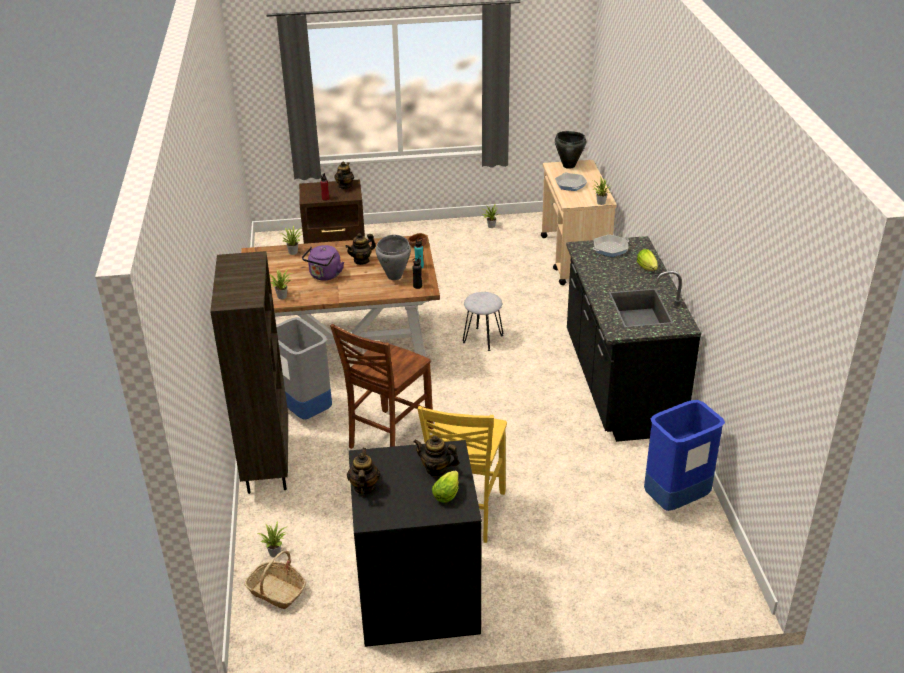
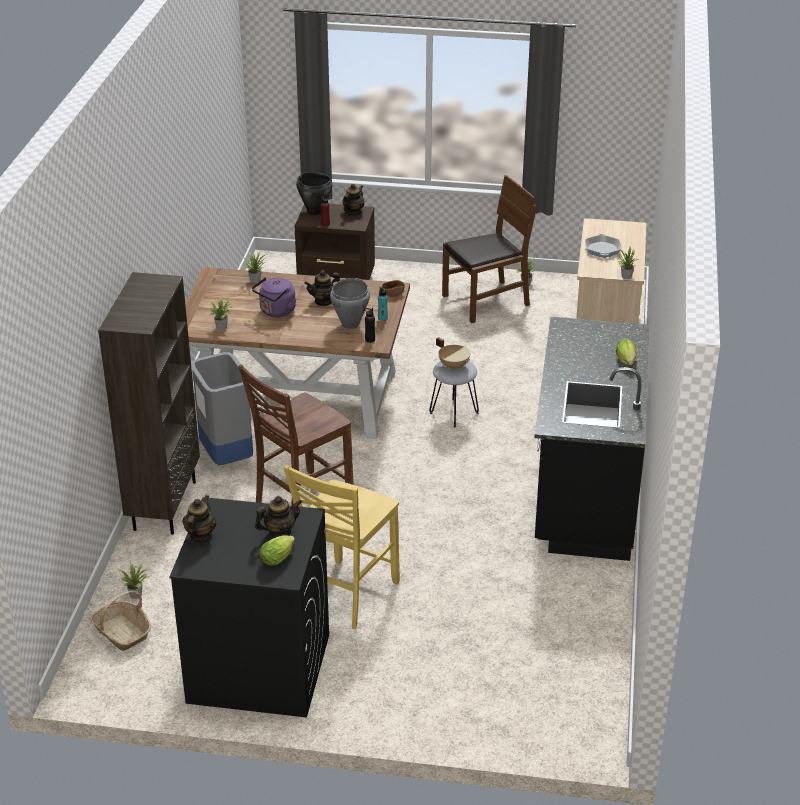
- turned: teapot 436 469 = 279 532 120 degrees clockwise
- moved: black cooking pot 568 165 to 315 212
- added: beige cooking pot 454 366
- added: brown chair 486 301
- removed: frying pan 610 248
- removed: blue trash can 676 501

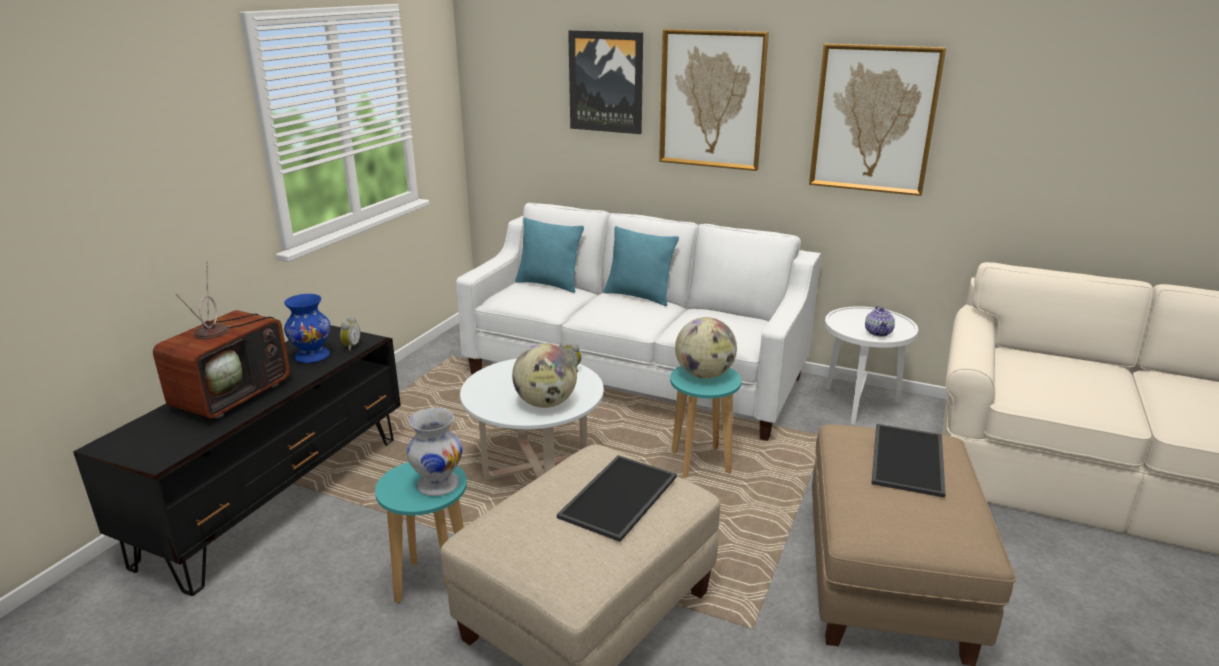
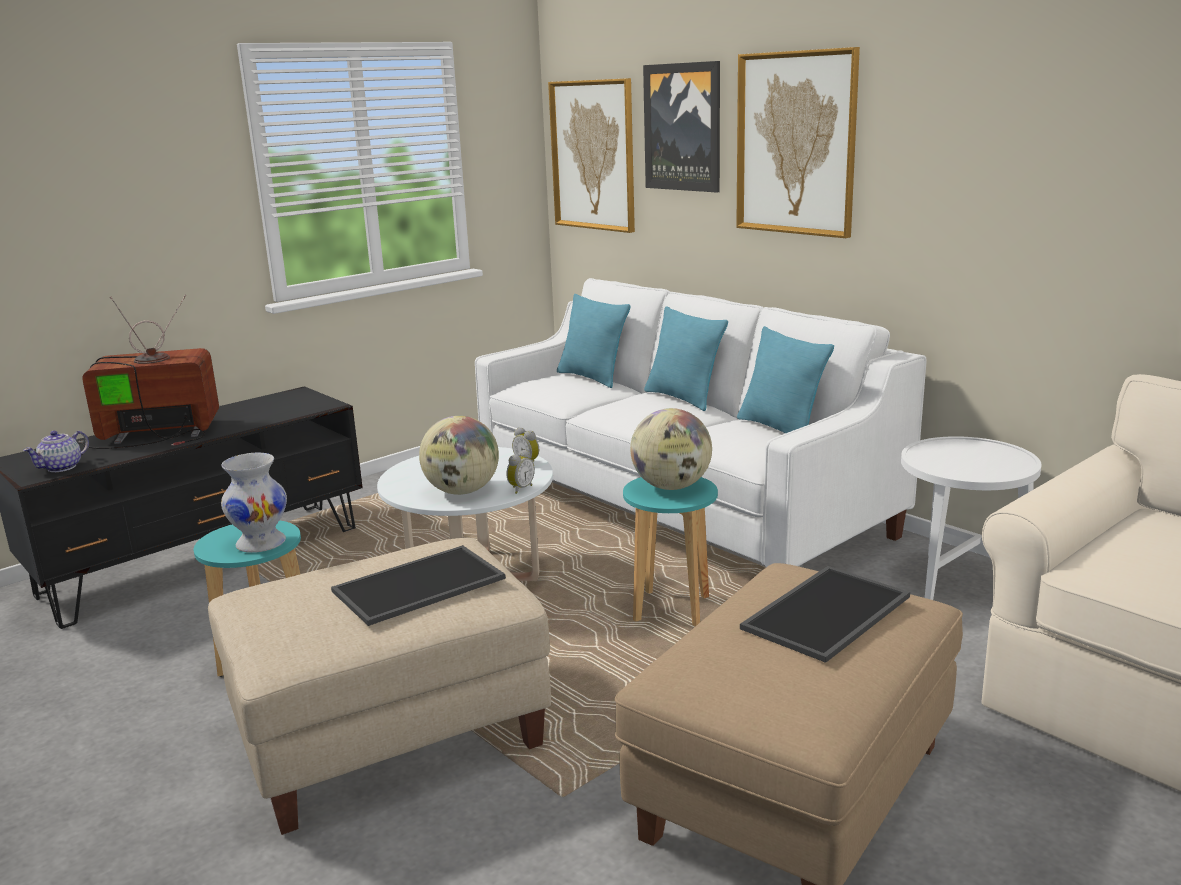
- moved: teapot 878 332 to 62 467
- turned: television 233 394 = 156 434 150 degrees counterclockwise
- moved: alarm clock 350 346 to 520 489
- moved: picture 874 119 to 593 155
- added: turquoise pillow 780 428
- removed: blue vase 312 357

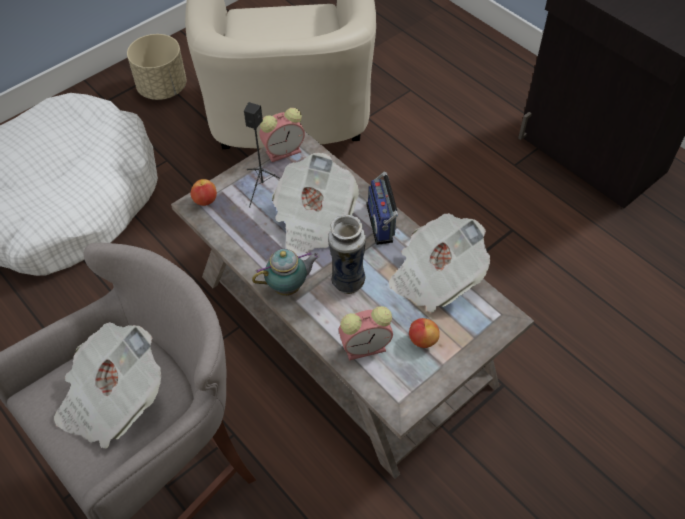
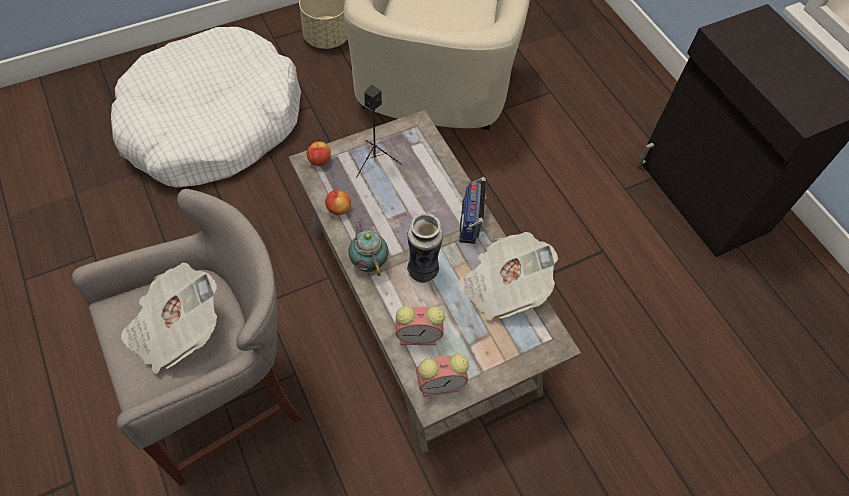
- moved: apple 422 340 to 338 209
- turned: teapot 289 287 = 368 261 105 degrees counterclockwise
- moved: alarm clock 284 151 to 441 384
- removed: newspaper 314 220

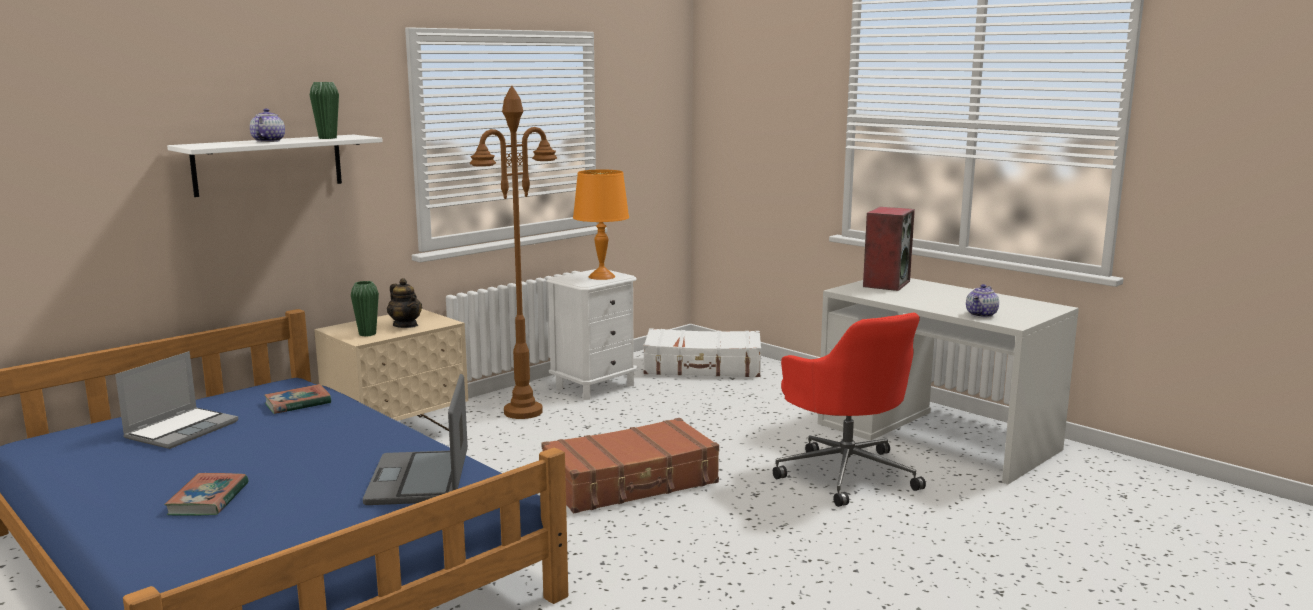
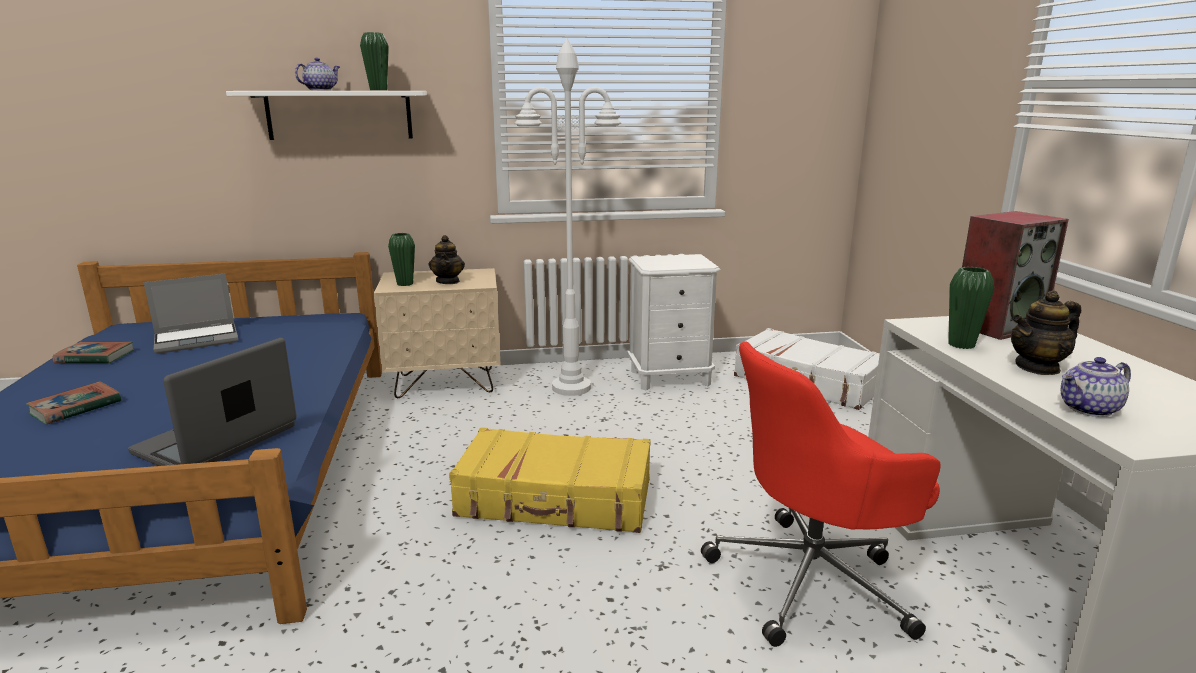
- moved: book 298 403 to 95 357
- recoloured: brown suitcase 631 482 to yellow suitcase 555 499
- recoloured: brown floor lamp 523 412 to white floor lamp 572 387
- turned: red office chair 846 473 = 813 580 60 degrees clockwise
- added: green vase 961 345
- added: teapot 1037 367
- removed: orange table lamp 602 276

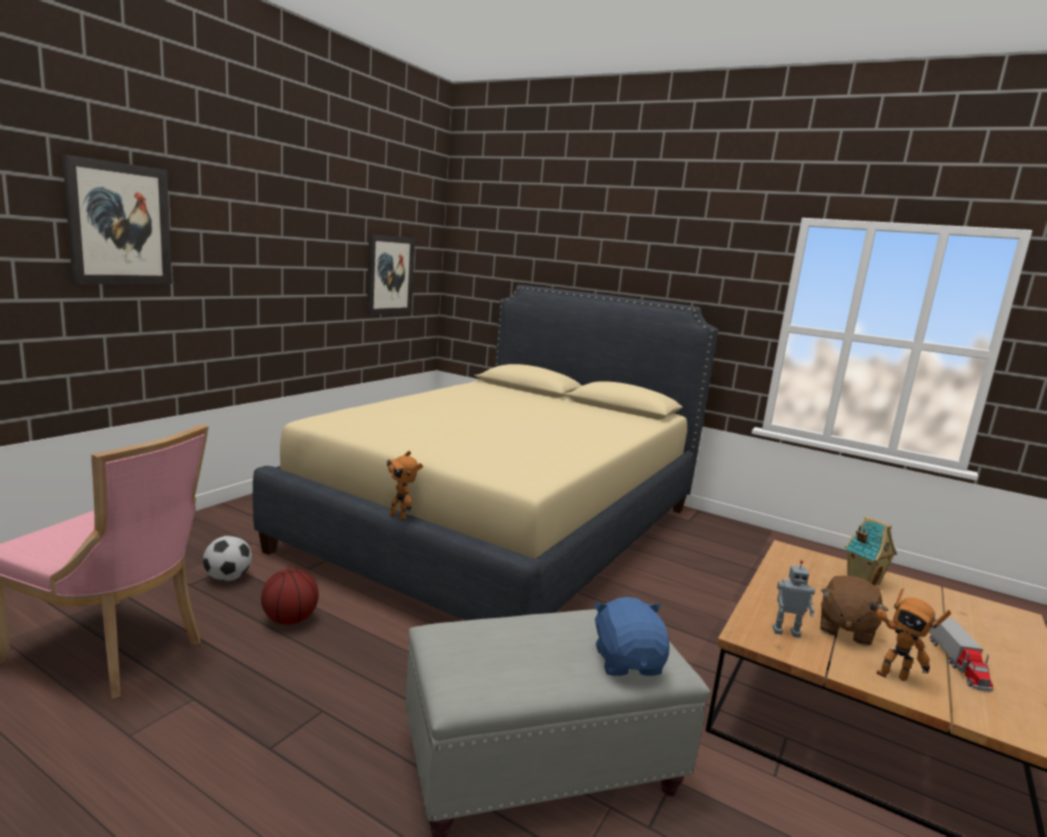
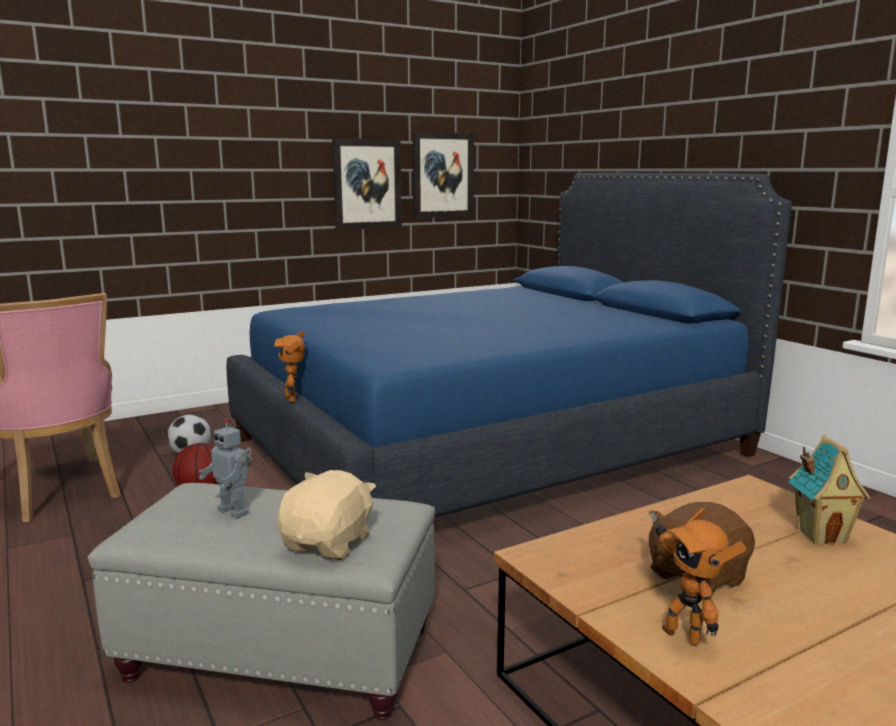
- moved: toy robot 786 631 to 235 511
- recoloured: beige bed 502 528 to blue bed 492 447
- recoloured: blue plush toy 628 662 to beige plush toy 329 544
- moved: picture 120 224 to 367 184
- removed: toy truck 958 664

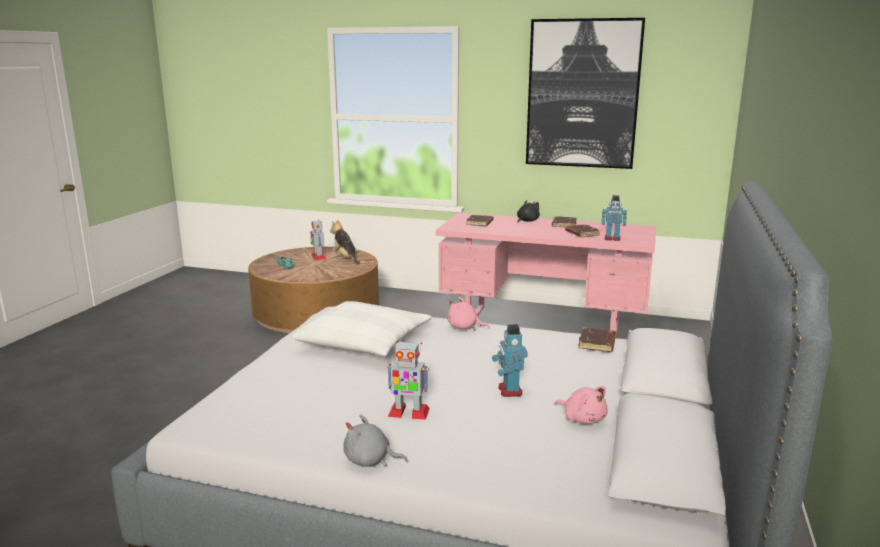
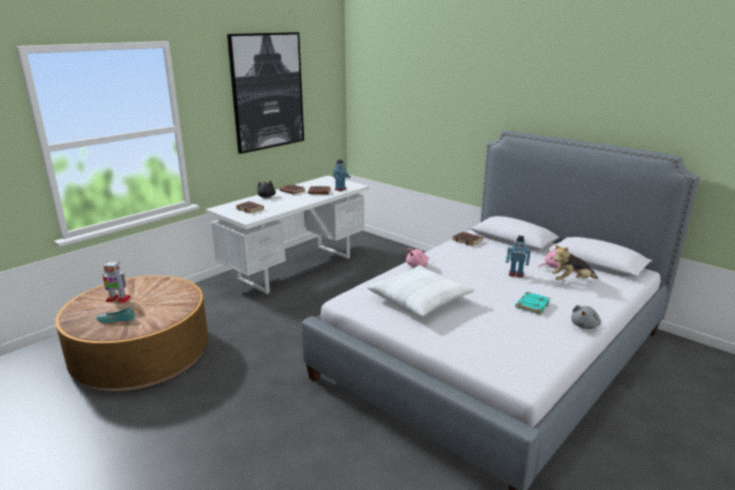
- recoloured: pink desk 543 324 to white desk 296 267
- replaced: toy robot 408 412 to turquoise book 532 305
- moved: plush toy 346 258 to 571 281

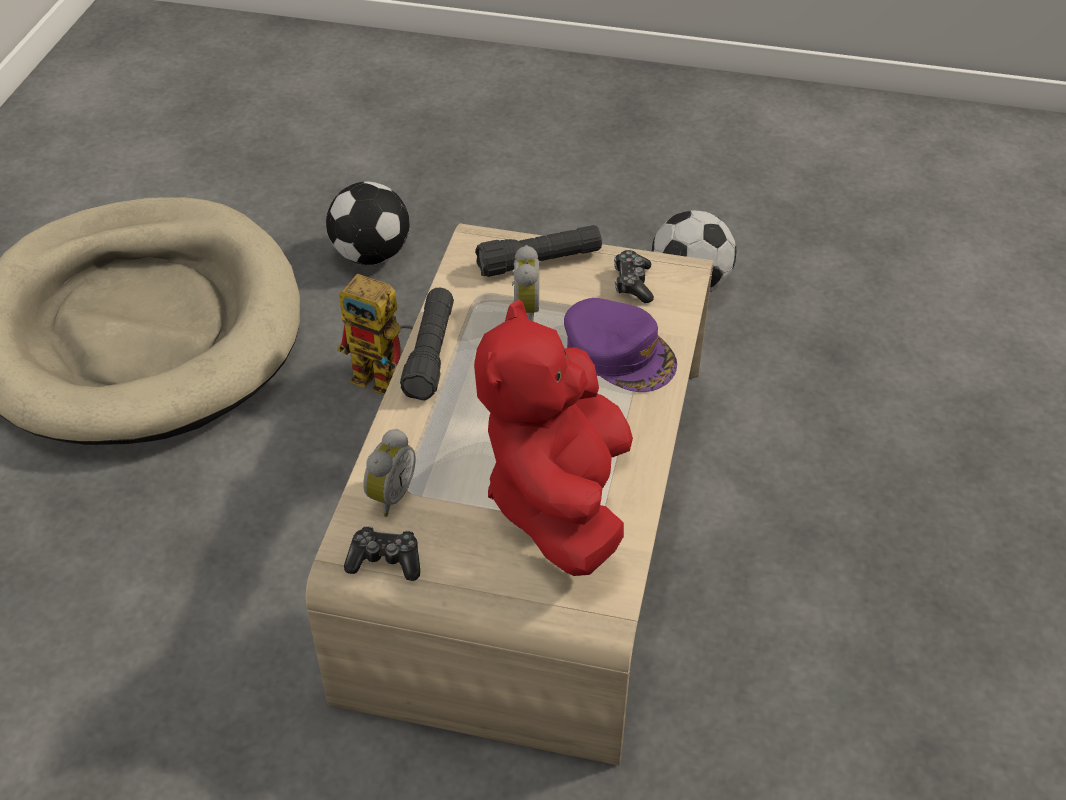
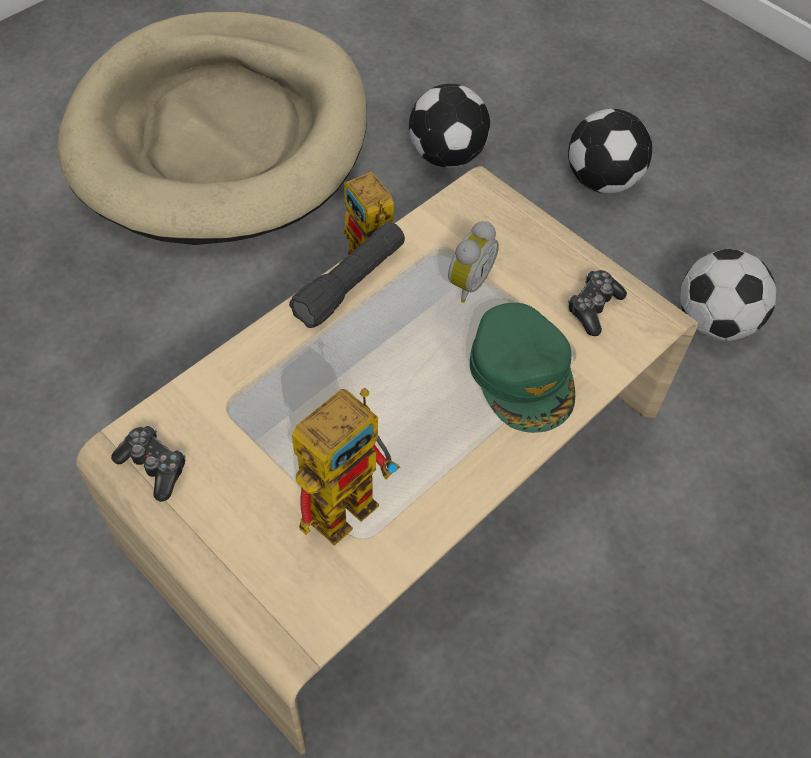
- replaced: red plush toy 559 500 to toy robot 348 496
- recoloured: purple cap 619 353 to green cap 523 374
- added: football 601 180
- removed: alarm clock 389 495
- removed: black flashlight 539 262

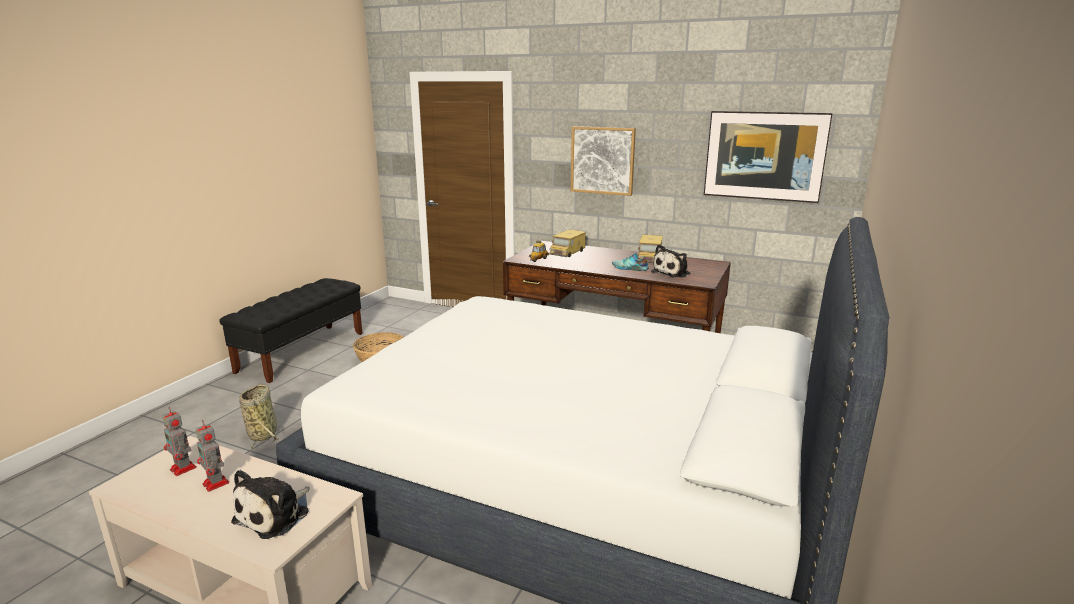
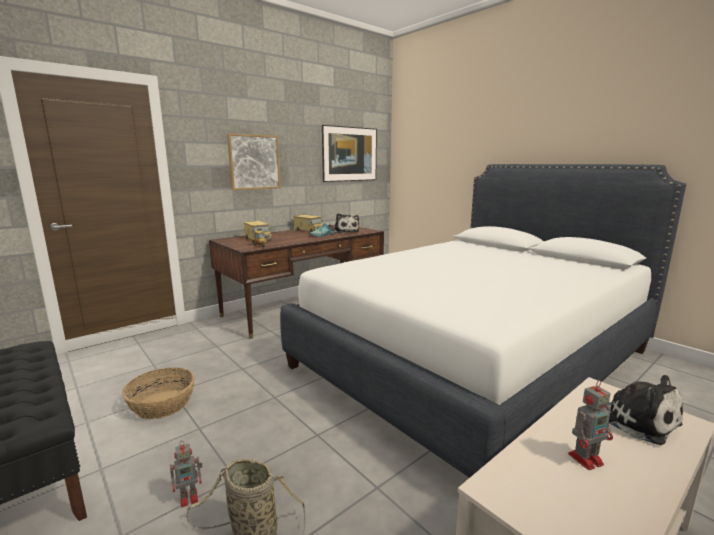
- moved: toy robot 183 469 to 190 497

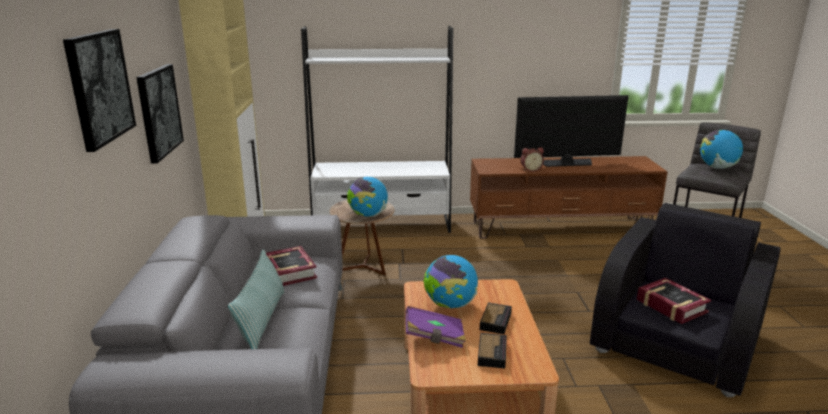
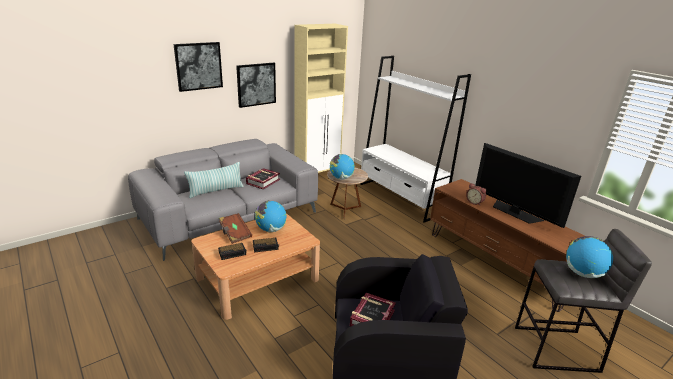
- recoloured: purple book 434 338 to brown book 235 234

